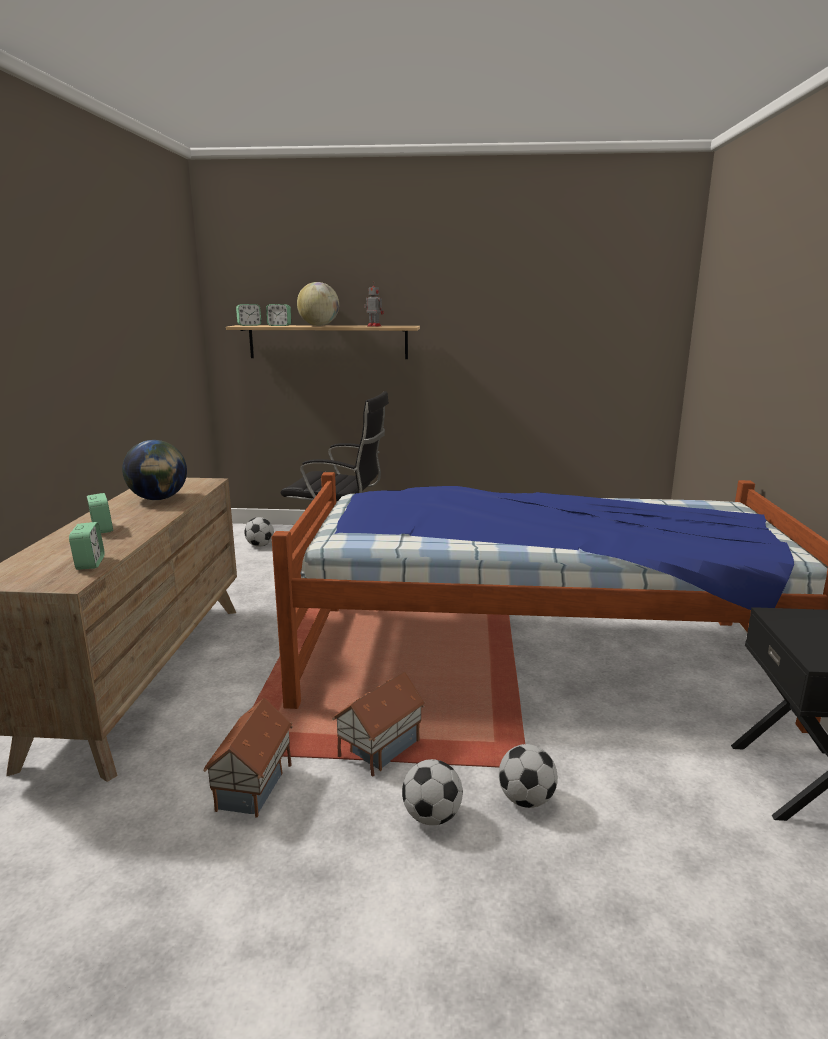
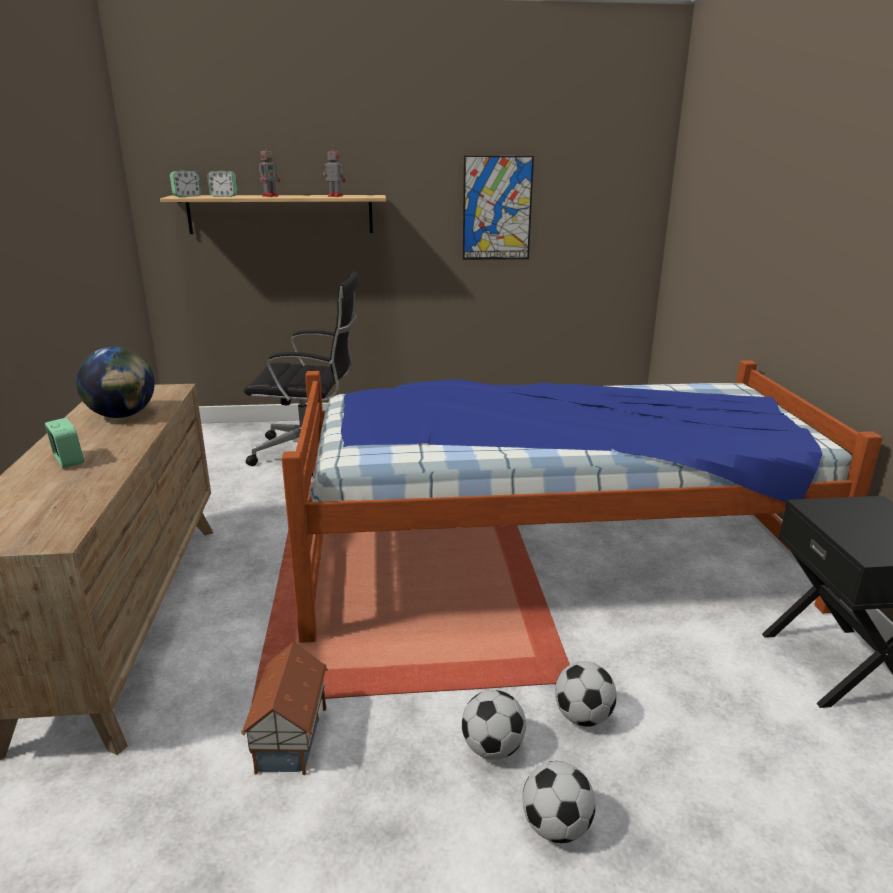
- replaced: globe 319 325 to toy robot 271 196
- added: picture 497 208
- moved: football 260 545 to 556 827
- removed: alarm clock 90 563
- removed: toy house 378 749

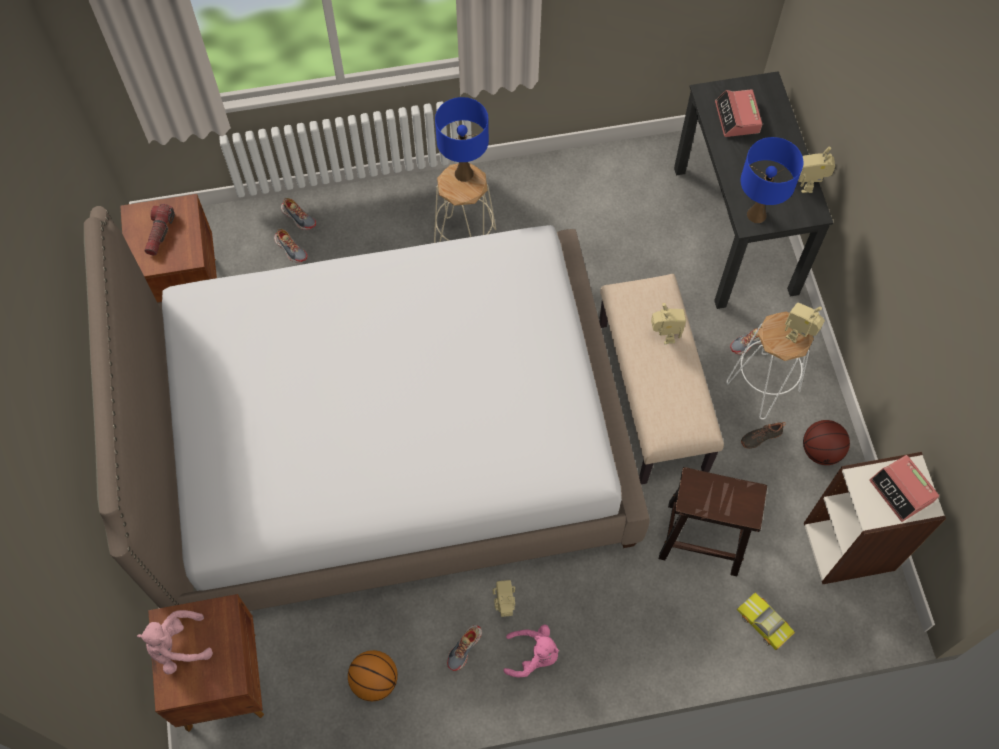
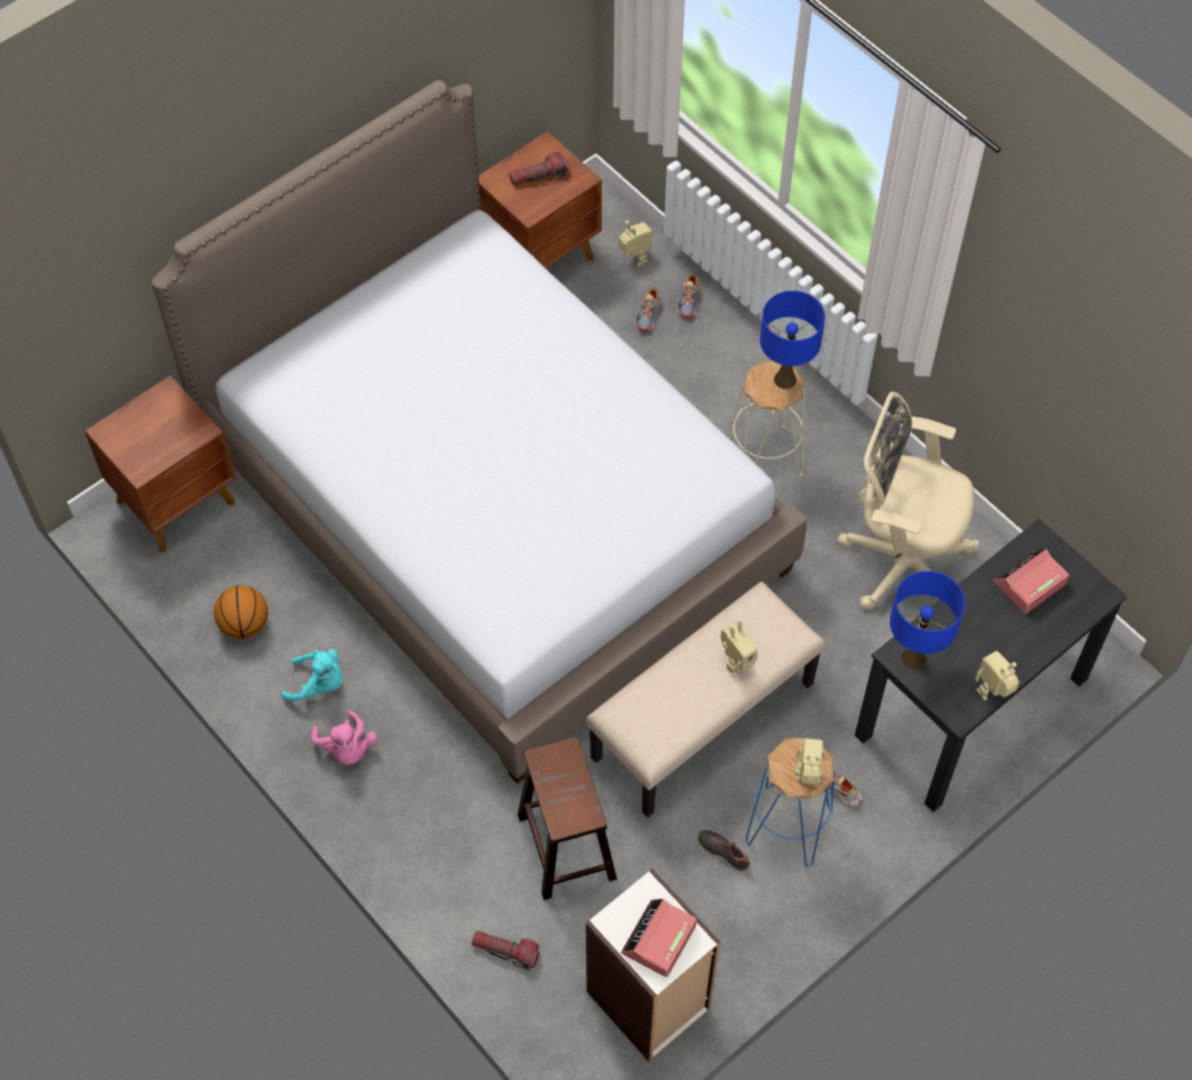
- replaced: shoe 464 648 to turquoise plush toy 319 684
- replaced: toy car 764 623 to flashlight 506 951
- moved: toy robot 505 607 to 634 259
- recoloured: white stool 762 386 to blue stool 787 826
- added: beige office chair 901 562
- removed: pink plush toy 178 647
- removed: basketball 821 451

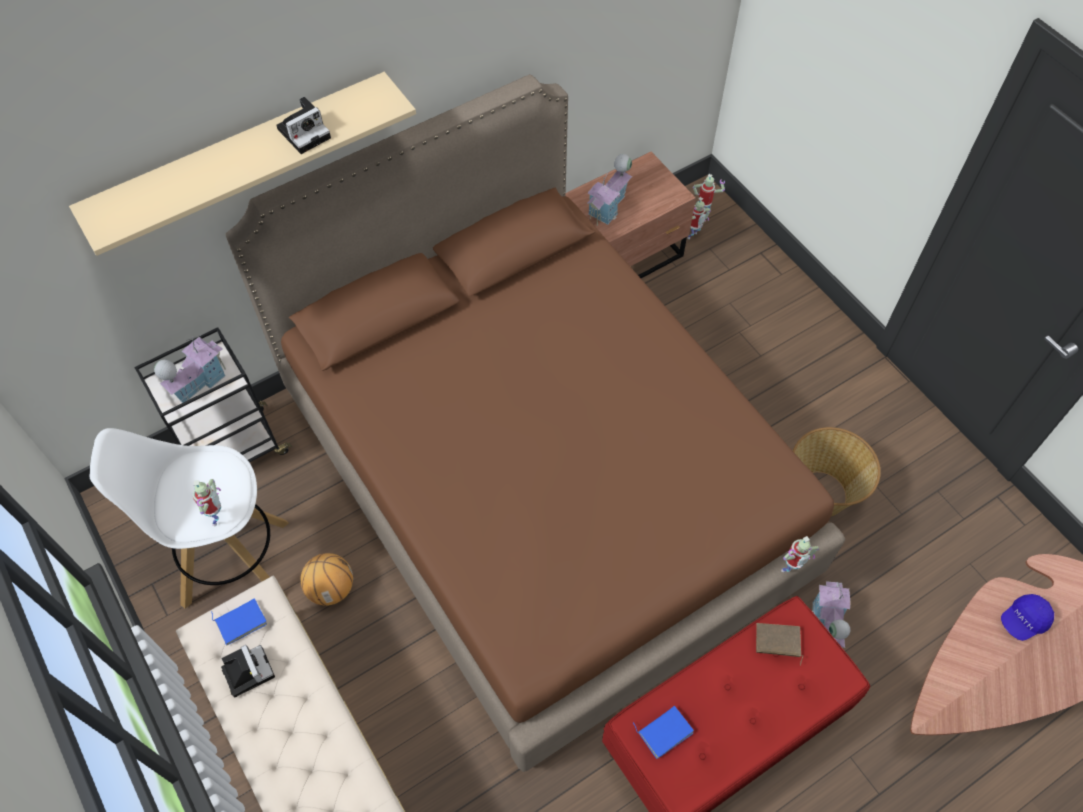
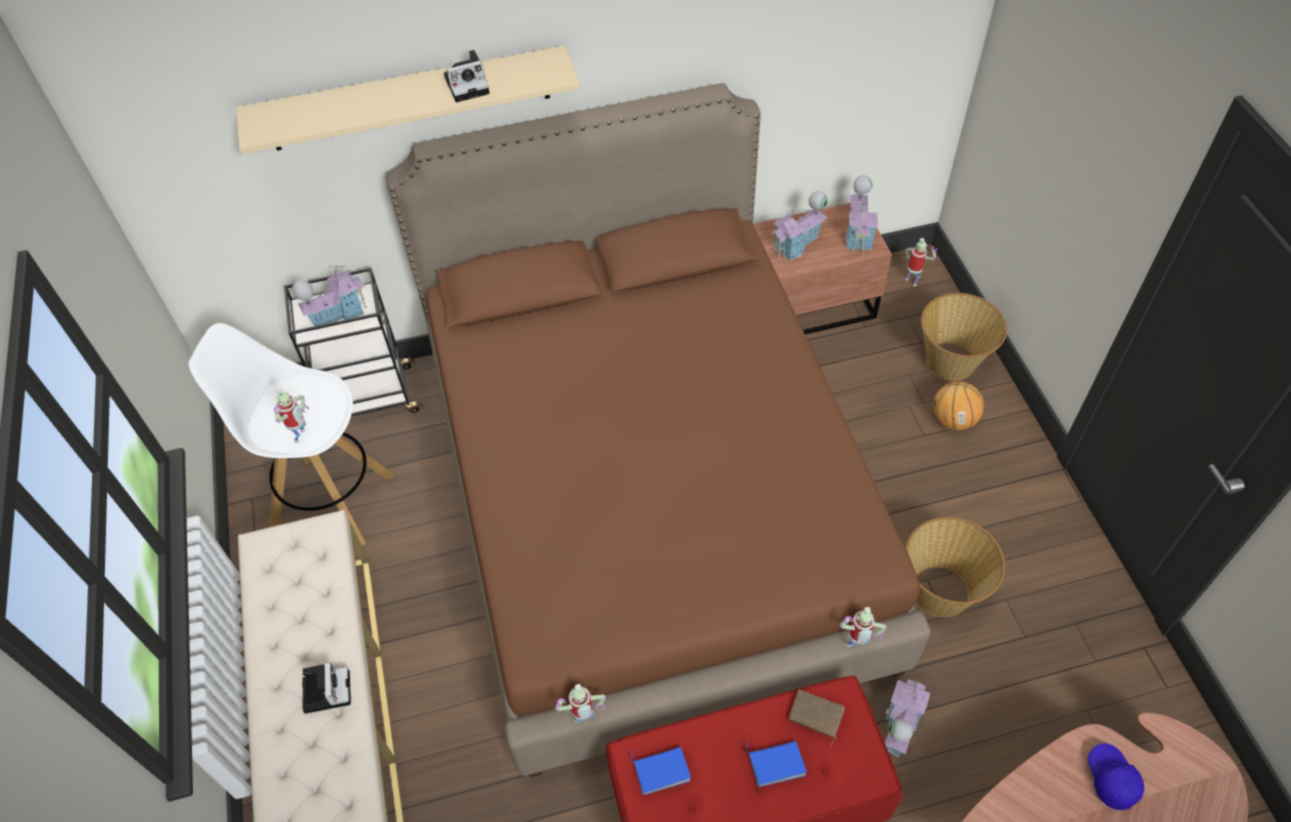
- moved: photo camera 247 671 to 326 690
- moved: toy robot 693 236 to 584 720
- moved: blue book 241 621 to 776 763
- added: toy house 858 234
- added: basket 952 361
- moved: basketball 331 588 to 953 419
- turned: blue cap 1023 621 = 1111 779 90 degrees clockwise

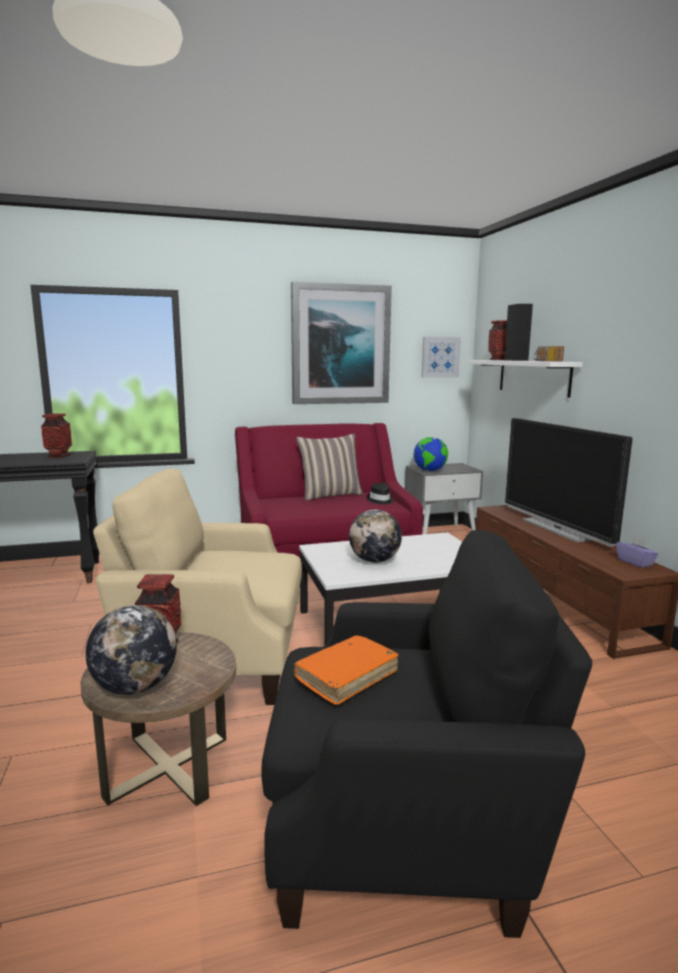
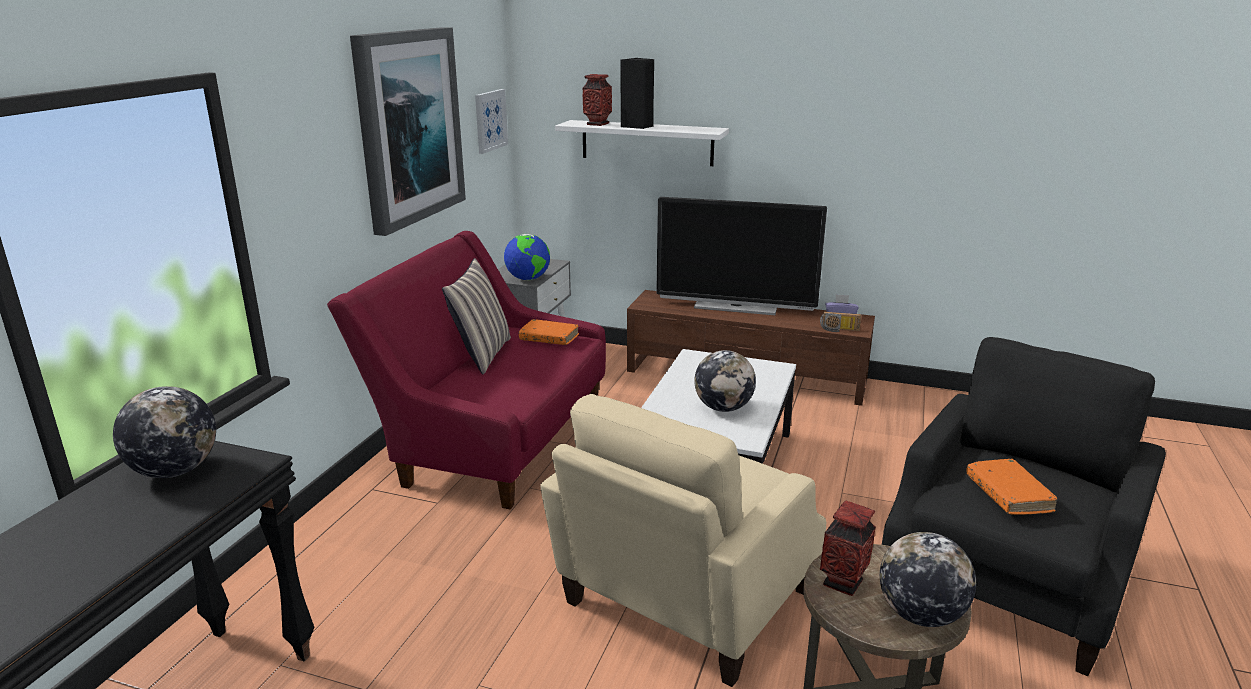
- replaced: vase 59 456 to globe 175 471
- replaced: black hat 380 500 to orange book 549 338
- moved: radio 546 361 to 839 330

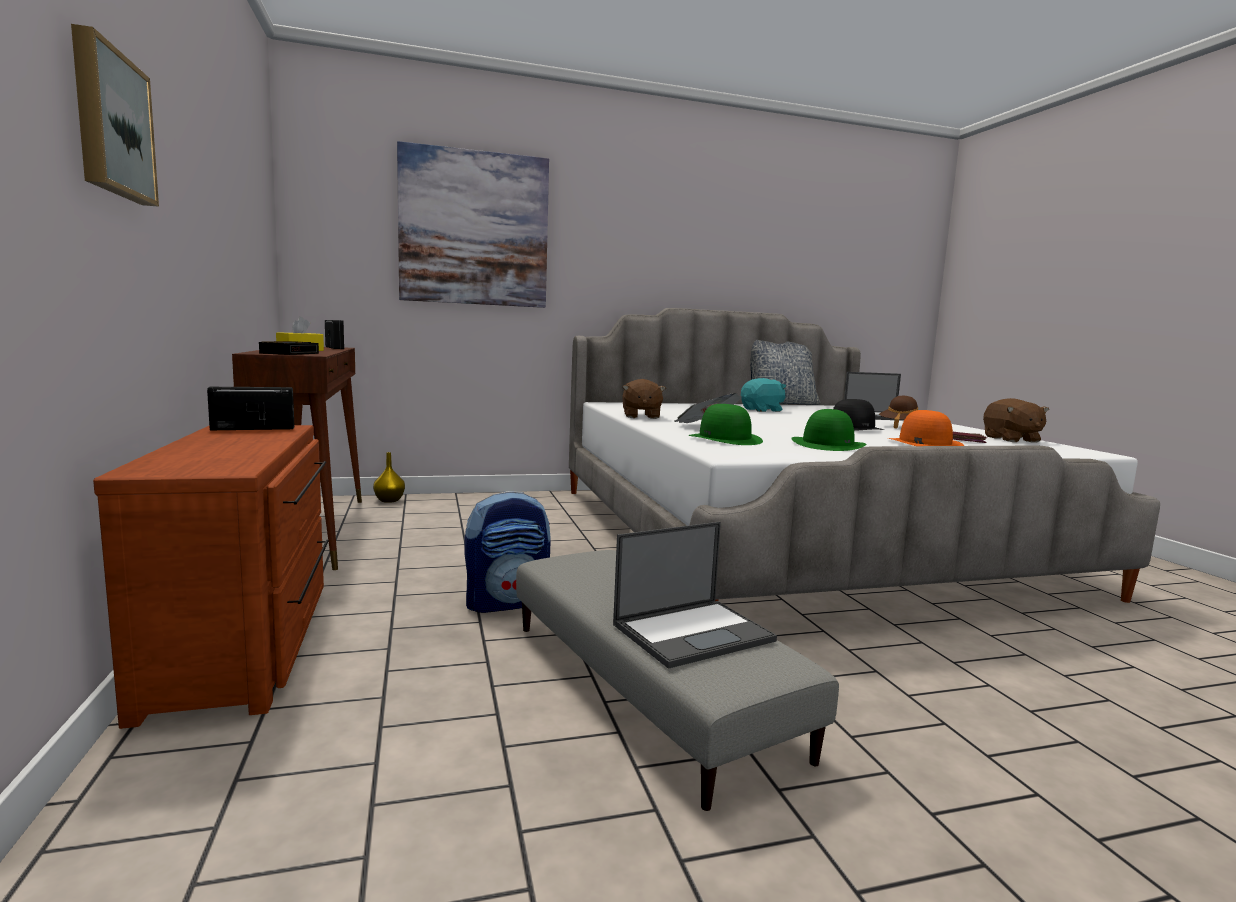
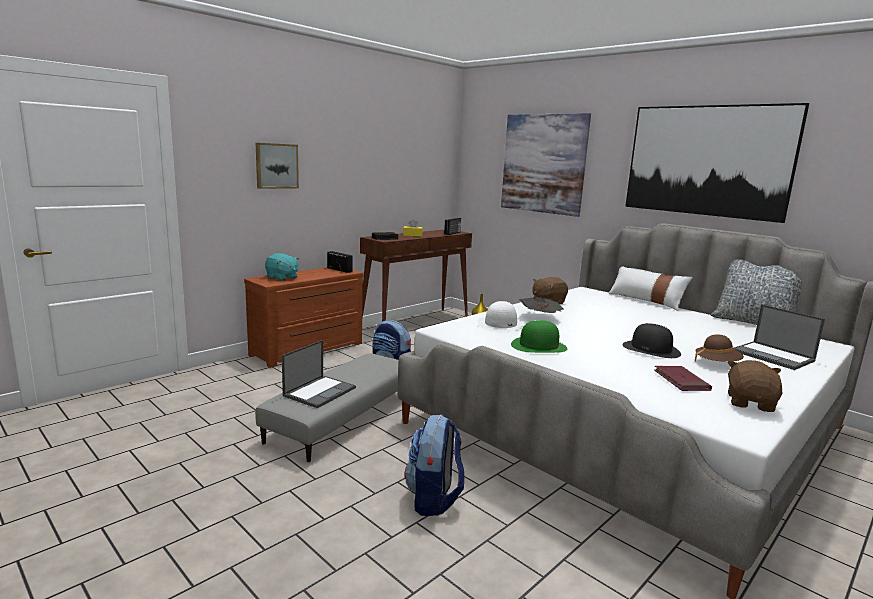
- moved: turquoise plush toy 762 410 to 282 278
- turned: laptop 694 632 = 320 391 90 degrees counterclockwise
- added: backpack 434 499
- recoloured: green hat 725 439 to white hat 500 324
- added: white pillow 646 300
- added: picture 707 161
- turned: brown plush toy 1011 439 = 750 403 150 degrees clockwise
- removed: orange hat 924 444

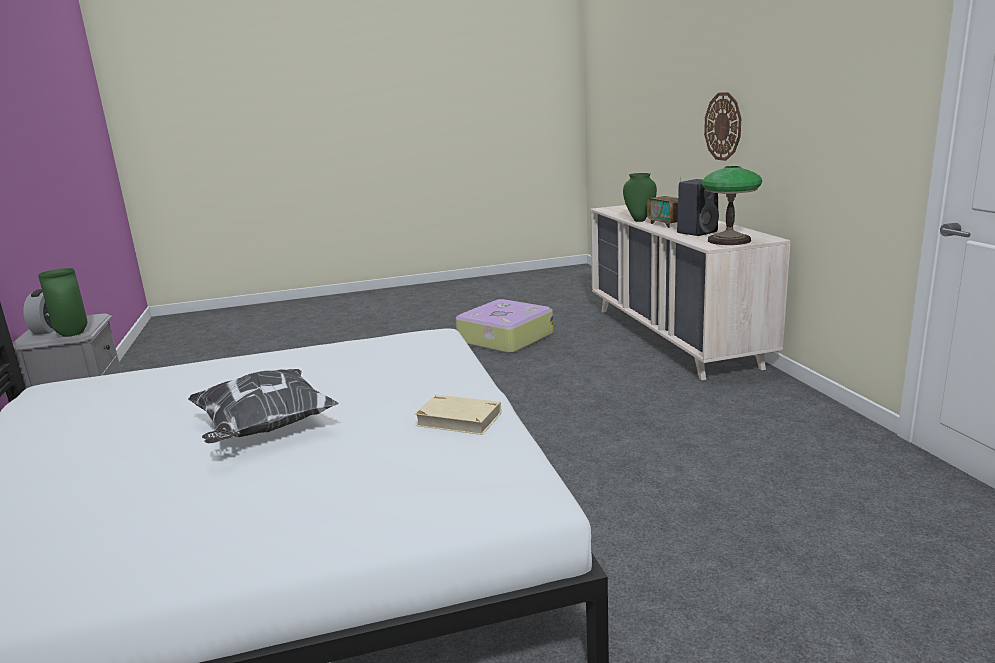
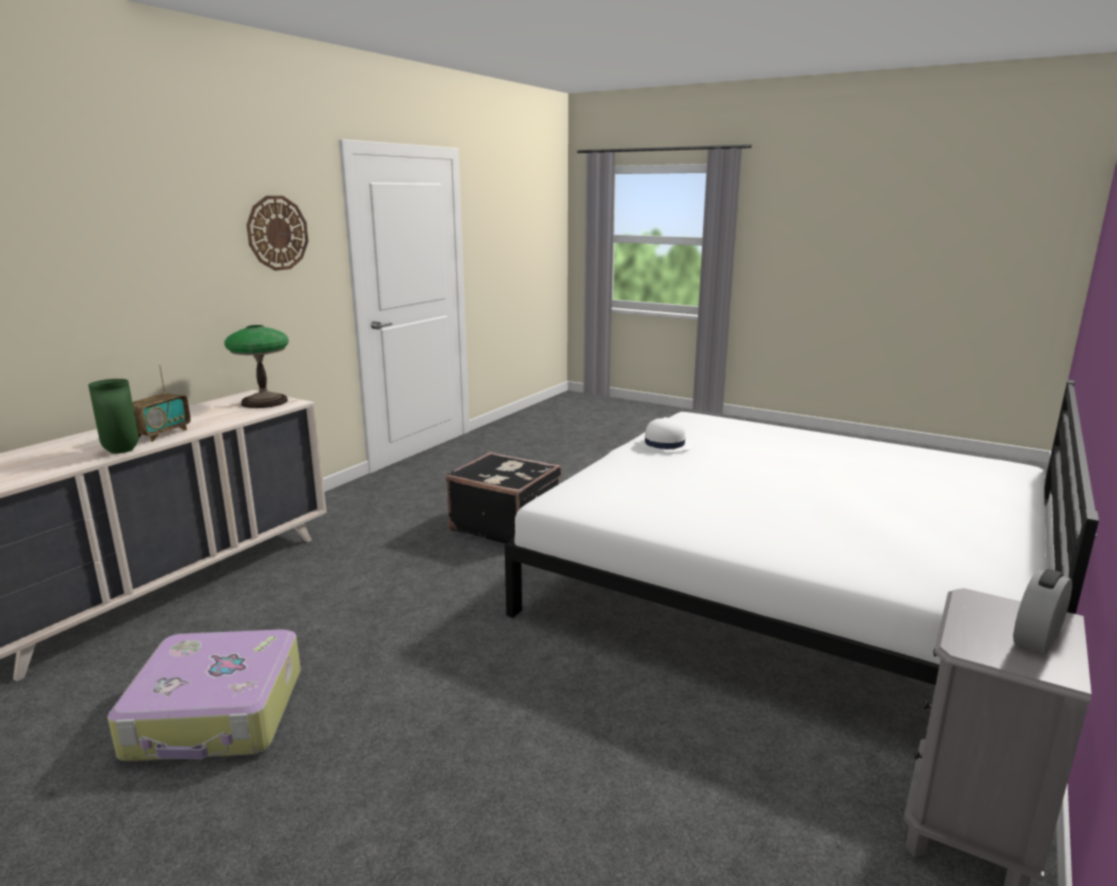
- moved: wall clock 723 126 to 277 233
- added: black suitcase 505 525
- replaced: beige book 458 419 to white hat 664 445
- removed: green vase 73 334
- removed: pillow 264 430
- removed: black speaker 697 232

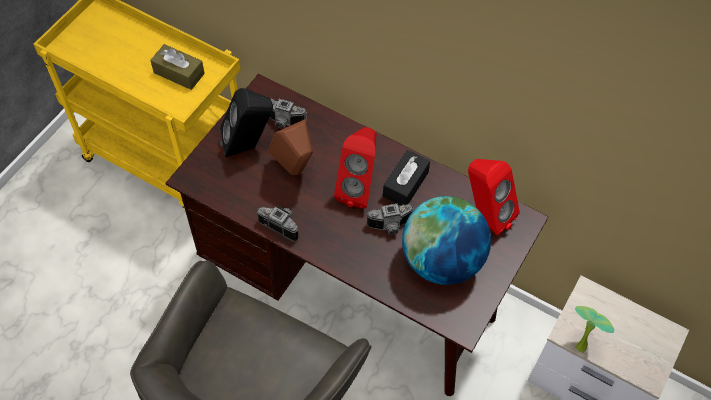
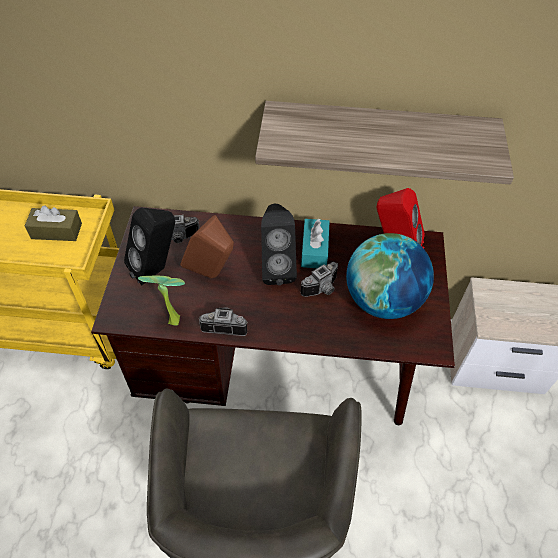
- moved: potted plant 580 343 to 172 318
- added: shelf 377 137
- recoloured: red speaker 358 188 to black speaker 276 268
- recoloured: black tissue box 405 184 to turquoise tissue box 314 250

